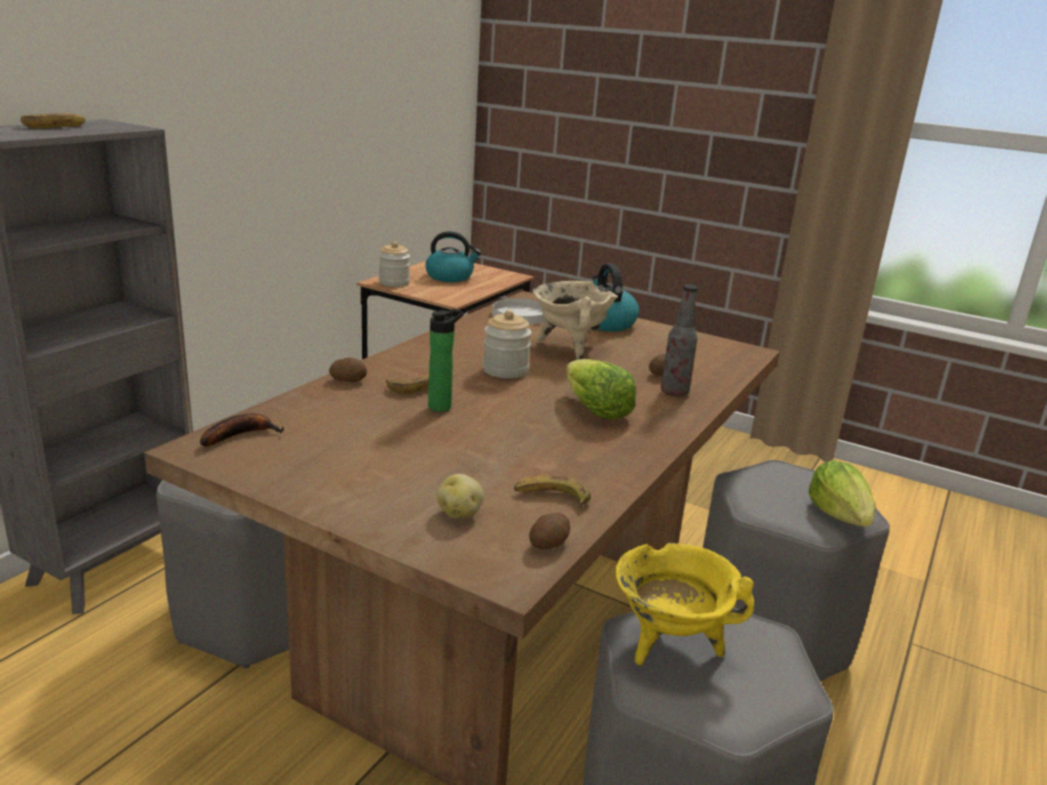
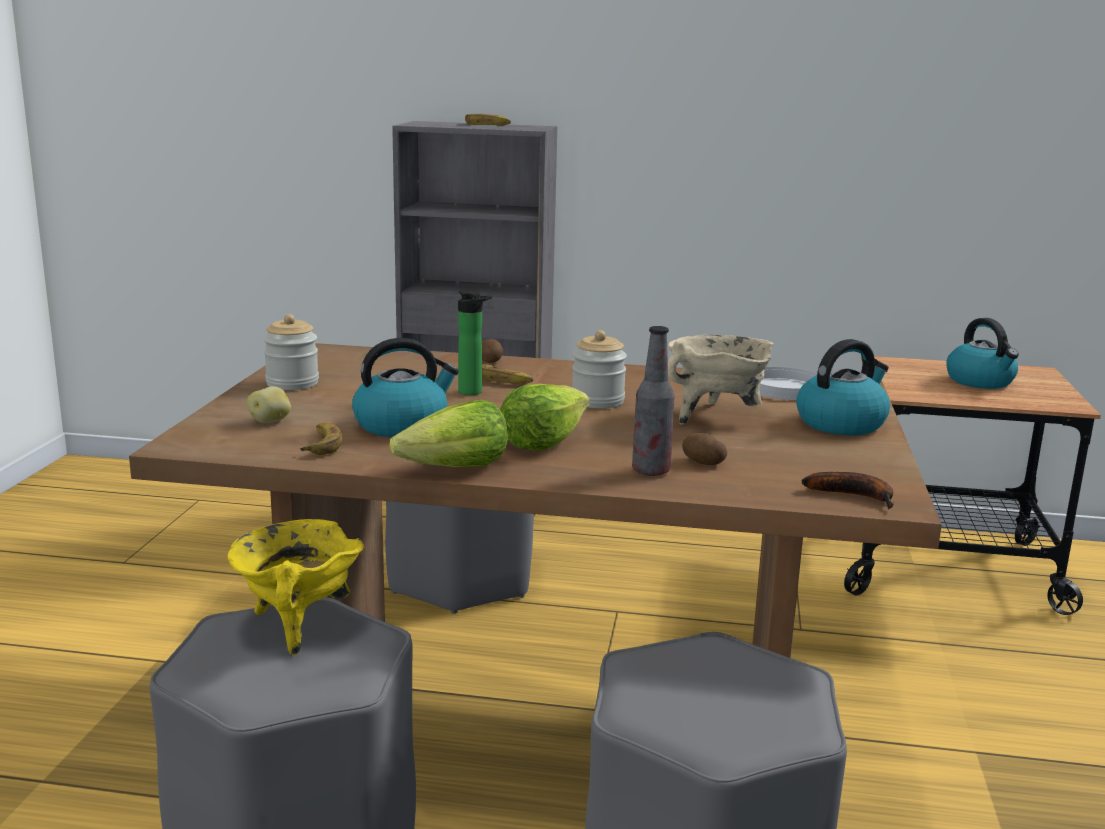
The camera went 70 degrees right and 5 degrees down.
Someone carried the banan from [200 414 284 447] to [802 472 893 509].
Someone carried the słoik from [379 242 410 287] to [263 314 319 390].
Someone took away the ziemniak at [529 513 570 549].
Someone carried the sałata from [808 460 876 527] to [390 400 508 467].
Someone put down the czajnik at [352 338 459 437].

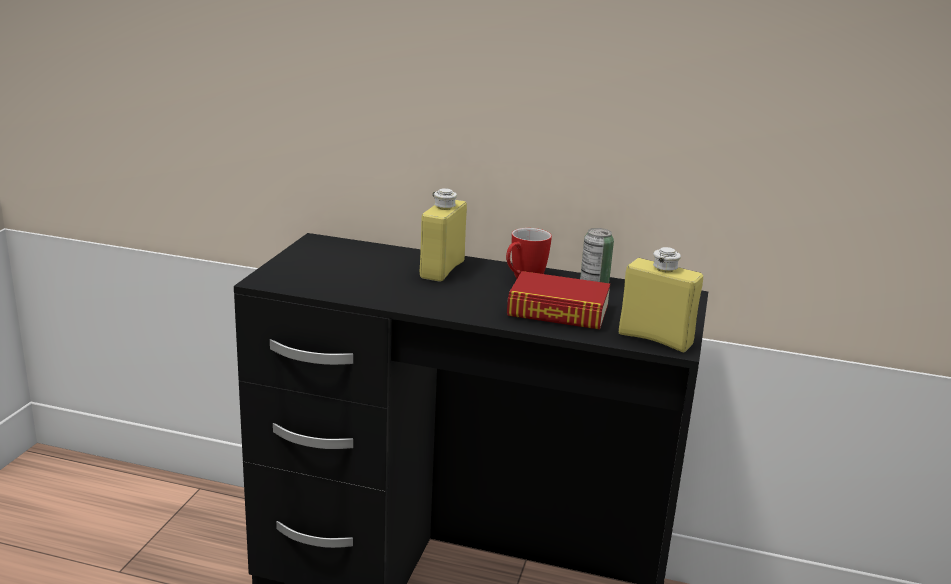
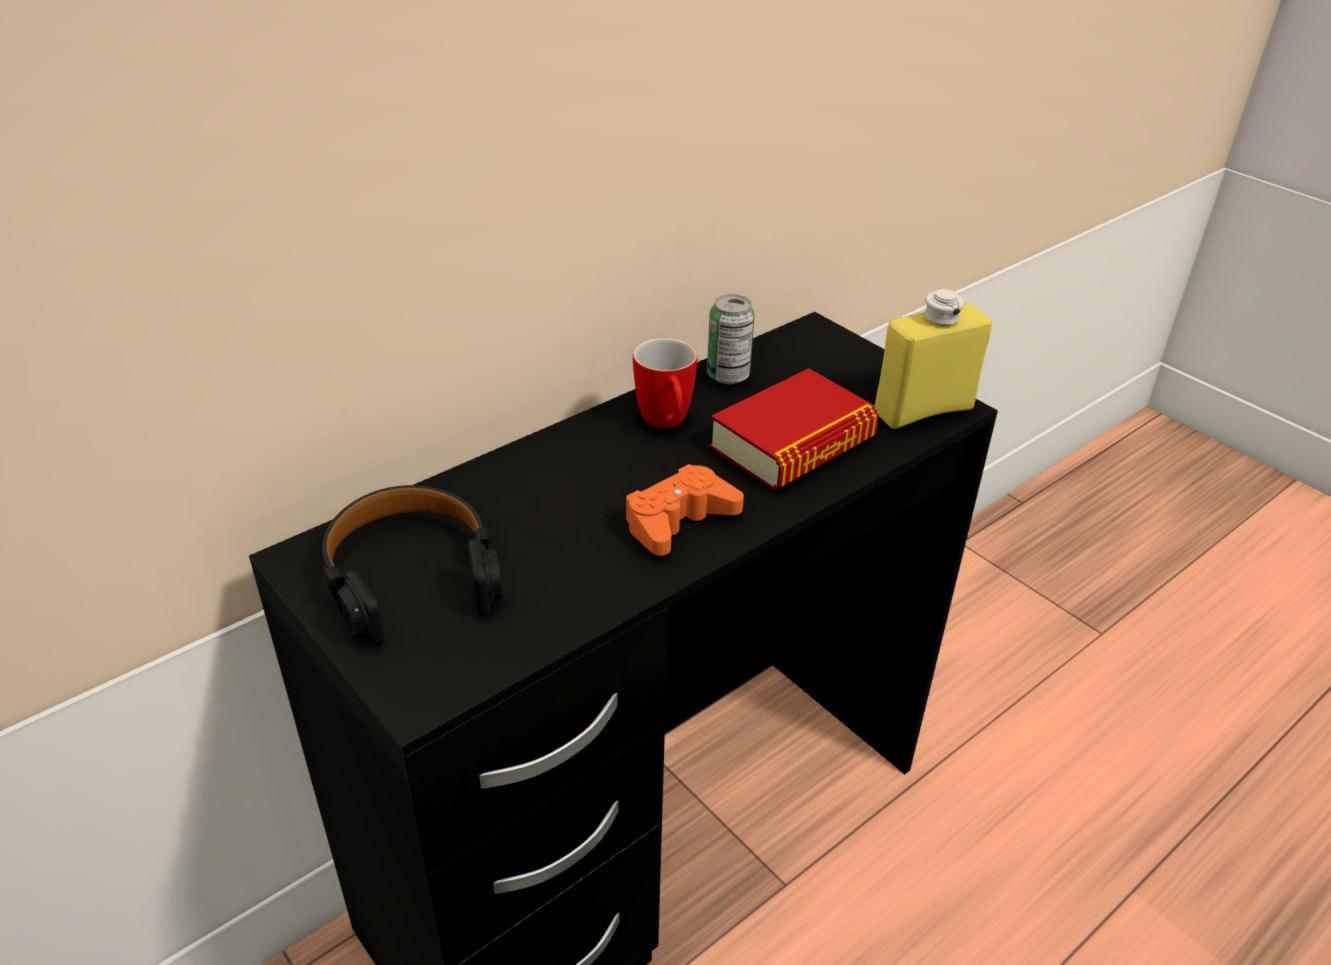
The camera went 55 degrees left and 15 degrees up.
Someone took away the butelka/żółty at [420 188 467 282].
Someone put down the słuchawki/czarny at [322 485 503 645].
Someone put down the pad do gier/pomarańczowy at [626 464 744 556].

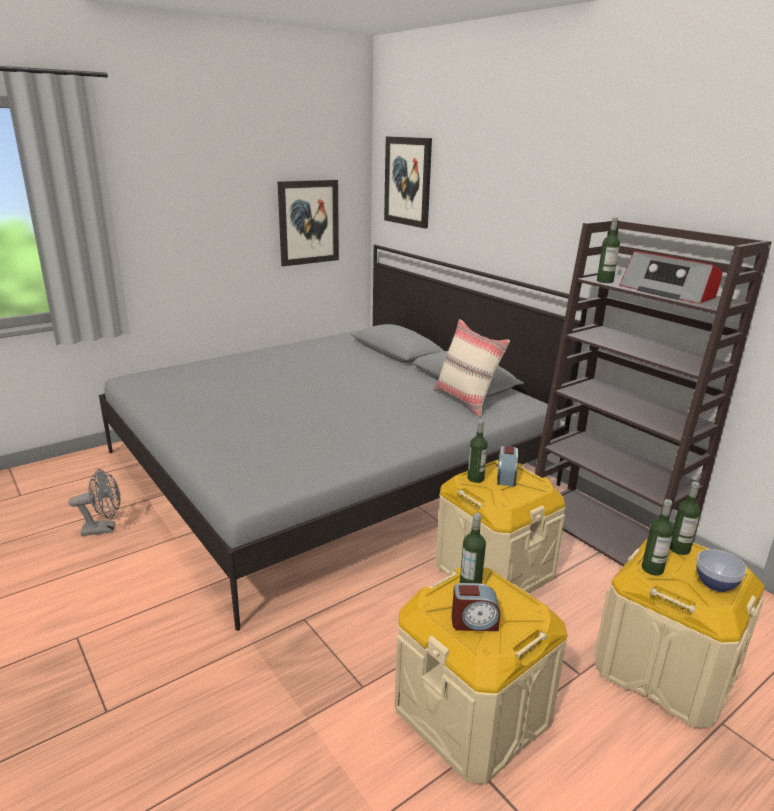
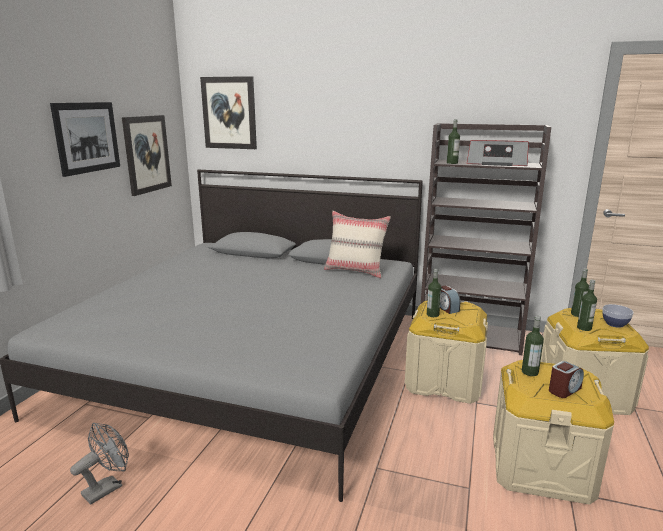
The camera went 35 degrees left and 5 degrees down.
Someone put up the obraz at [50 102 120 177].

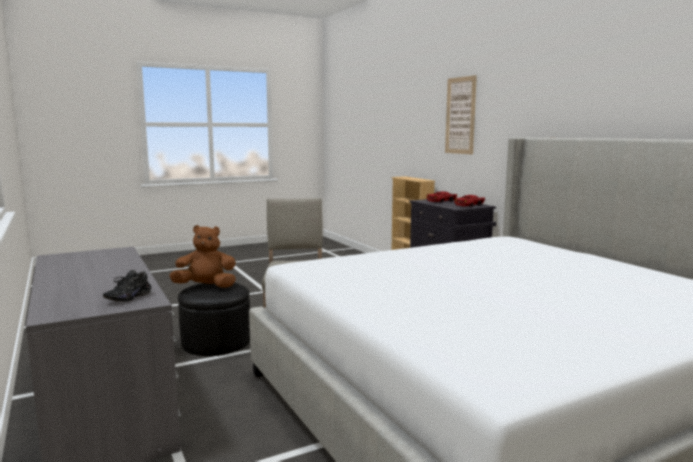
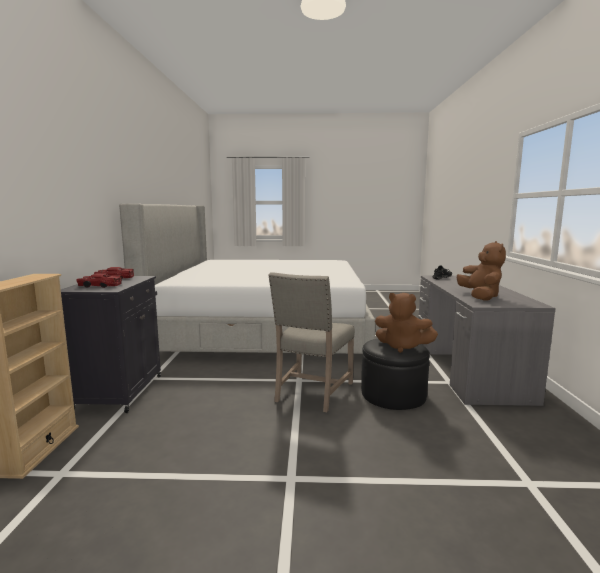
The camera went 150 degrees left and 0 degrees up.
Someone took away the obraz at [445 75 477 155].
Someone put down the pluszak/brązowy at [457 241 506 301].

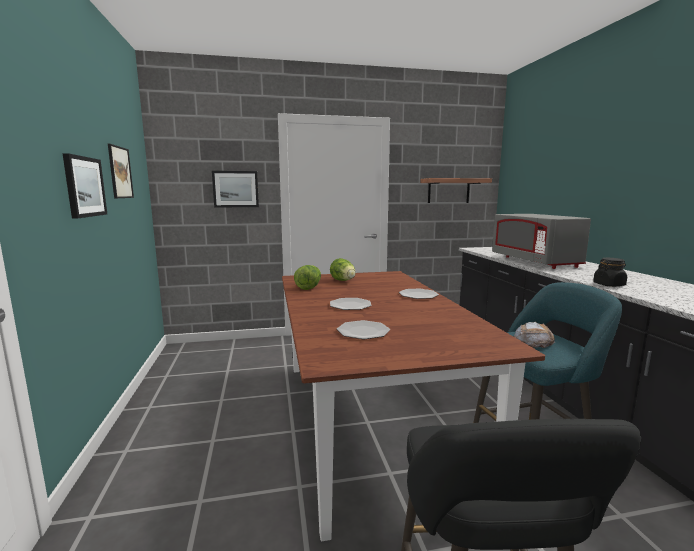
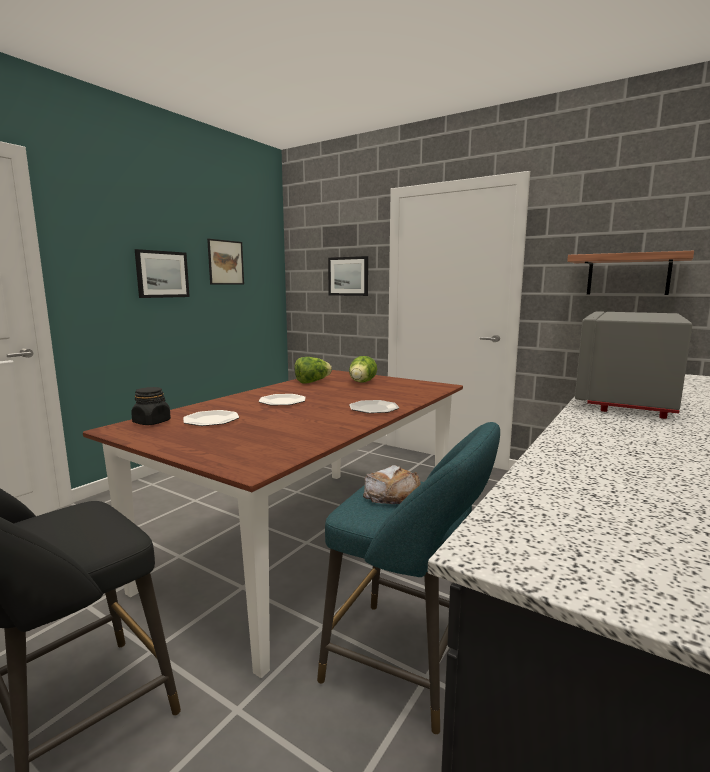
The camera went 45 degrees right and 0 degrees up.
Someone carried the słoik/czarny from [593 258 627 287] to [131 387 171 425].

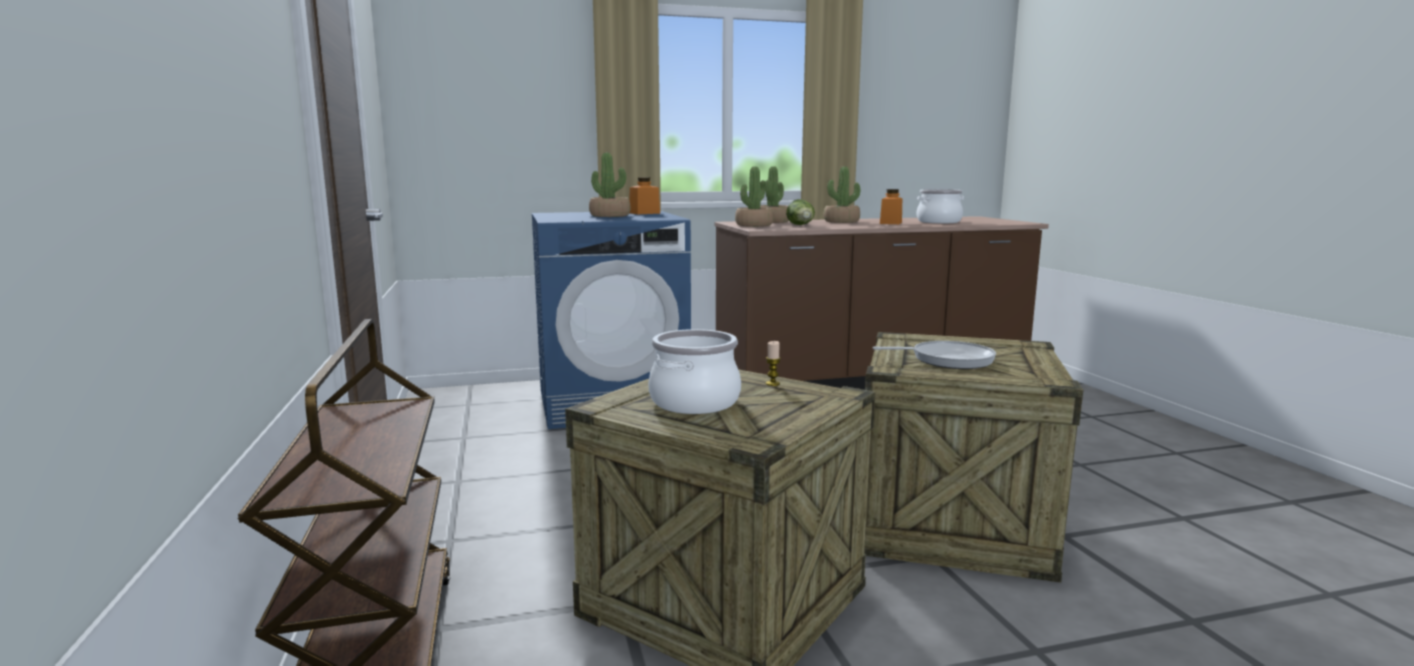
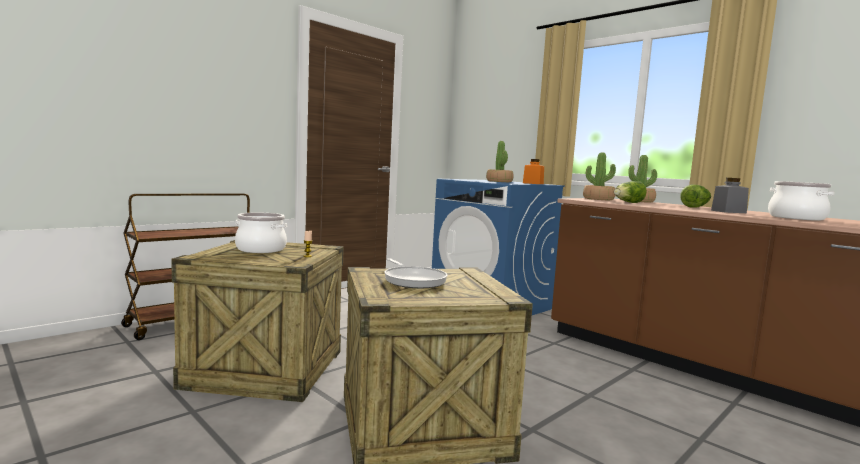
The camera went 60 degrees right and 5 degrees down.
Someone swapped the roślina doniczkowa at [823 166 861 223] for the sałata at [680 185 711 208].
Someone repainted the słoik/pomarańczowy at [880 189 902 224], which became the słoik/szary at [711 178 749 213].

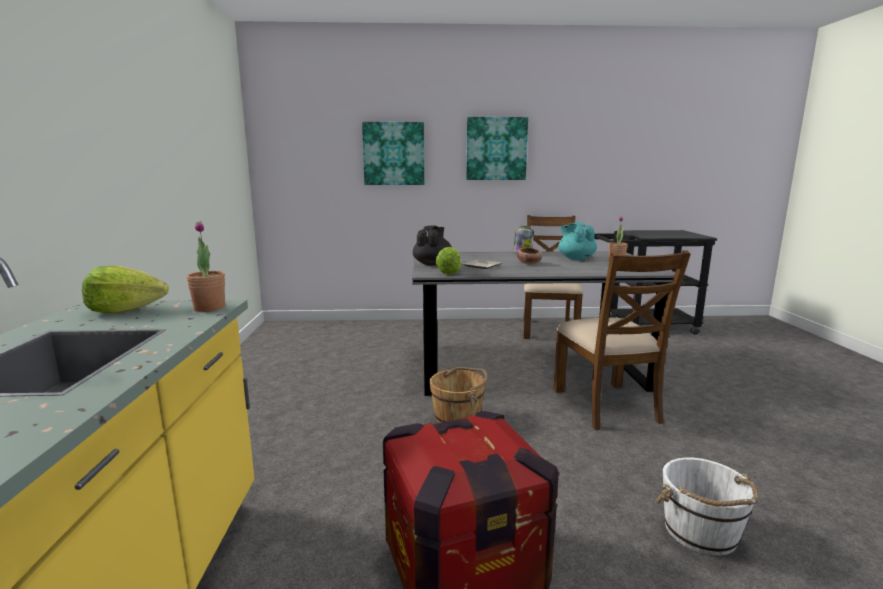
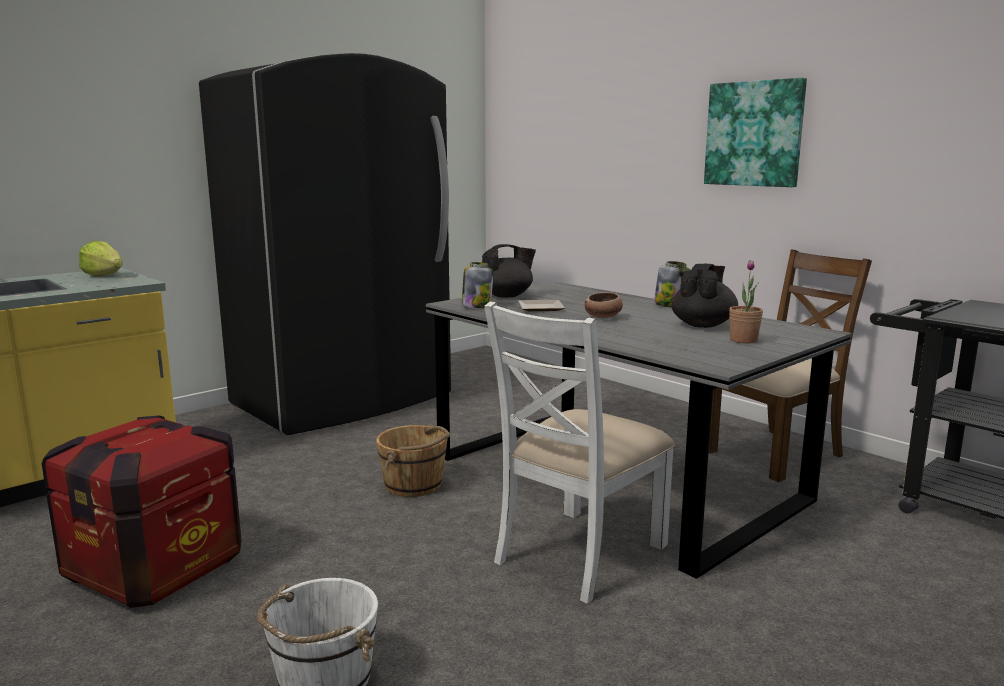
The camera went 50 degrees right and 0 degrees up.
Someone took away the roślina doniczkowa at [186 221 225 312].
Someone took away the obraz at [362 122 424 185].
Someone swapped the sałata at [435 247 461 274] for the słoik at [462 262 493 308].
Someone repainted the krzesło/brązowy at [554 251 691 430], which became the krzesło/biały at [484 301 675 604].
Someone repainted the imbryk/turkusowy at [558 222 597 260], which became the imbryk/czarny at [672 264 738 328].
Someone put down the lodówka/czarny at [199 53 451 435].

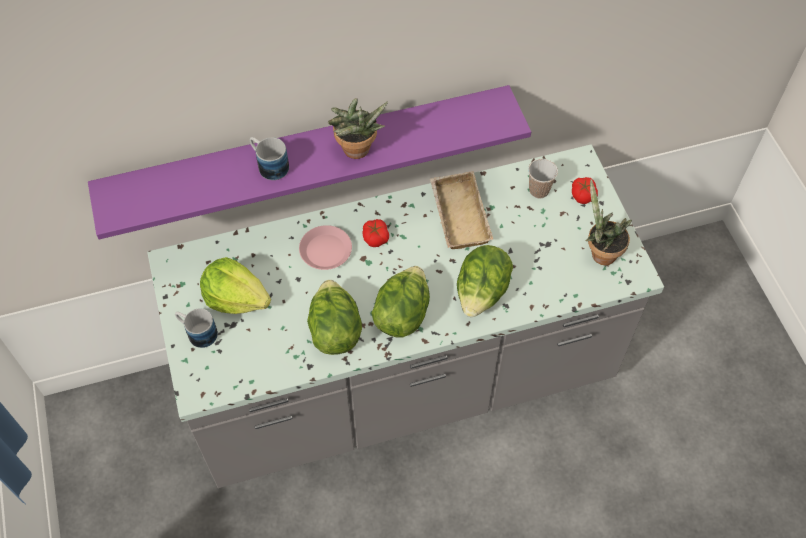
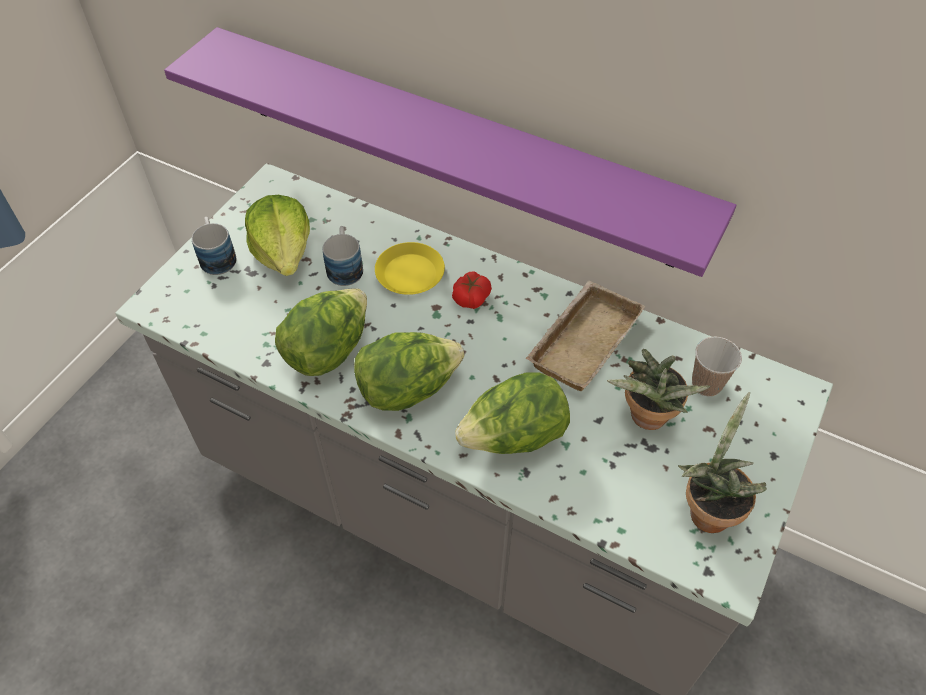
The camera went 45 degrees right and 5 degrees down.
Someone carried the kubek from [250 137 289 180] to [323 226 363 286].
Someone repainted the talerz/różowy at [299 225 352 270], which became the talerz/żółty at [375 242 445 295].
Someone carried the roślina doniczkowa from [328 98 388 159] to [607 349 711 430].
Someone took away the pomidor at [572 177 598 204].

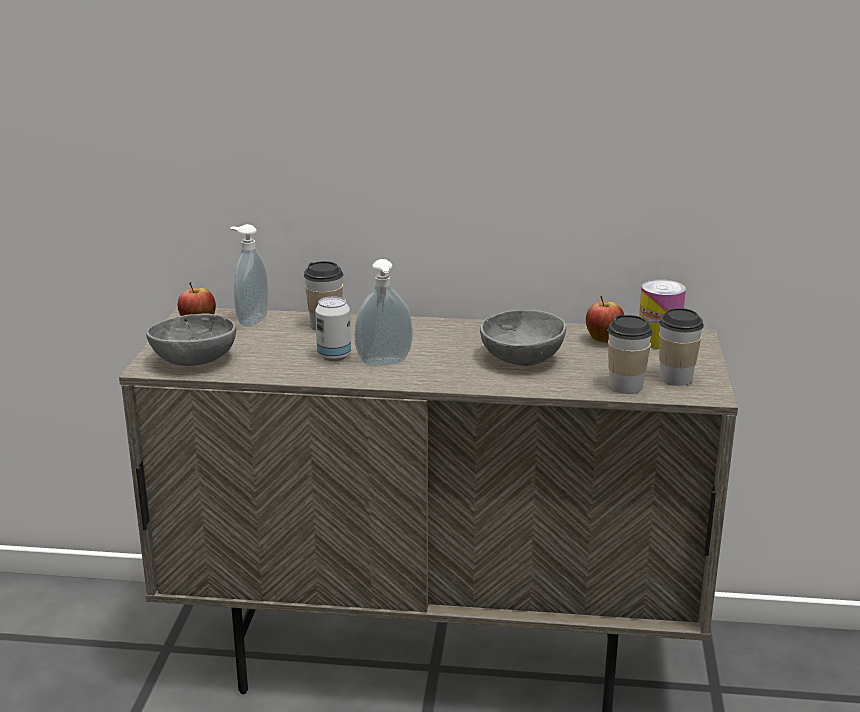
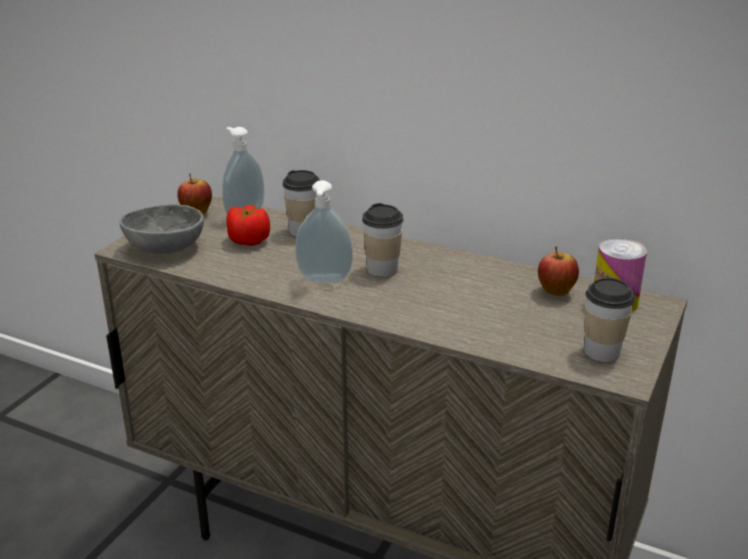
The camera went 20 degrees right and 5 degrees up.
Someone took away the puszka at [315 296 351 361].
Someone took away the miska/szary at [480 310 566 366].
Someone carried the filiżanka from [608 314 653 394] to [362 203 403 277].
Someone put down the pomidor at [226 205 270 246].

